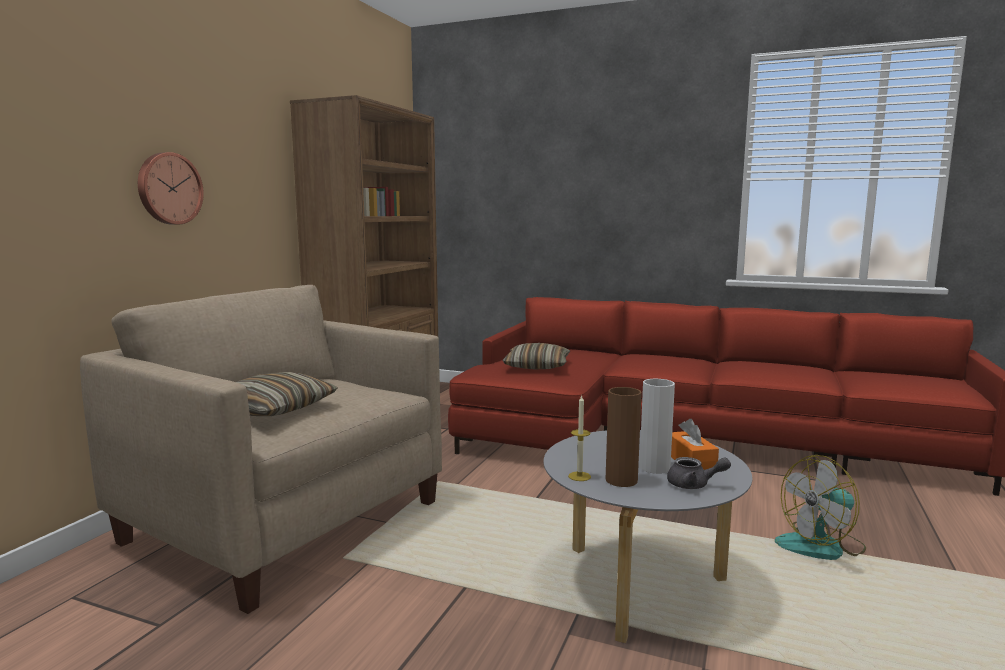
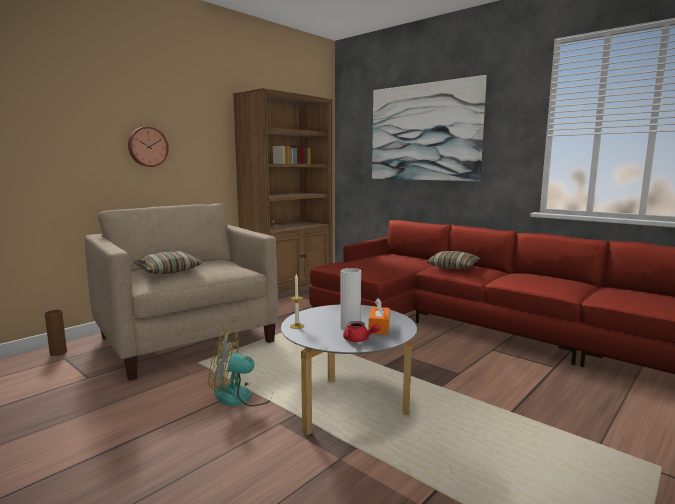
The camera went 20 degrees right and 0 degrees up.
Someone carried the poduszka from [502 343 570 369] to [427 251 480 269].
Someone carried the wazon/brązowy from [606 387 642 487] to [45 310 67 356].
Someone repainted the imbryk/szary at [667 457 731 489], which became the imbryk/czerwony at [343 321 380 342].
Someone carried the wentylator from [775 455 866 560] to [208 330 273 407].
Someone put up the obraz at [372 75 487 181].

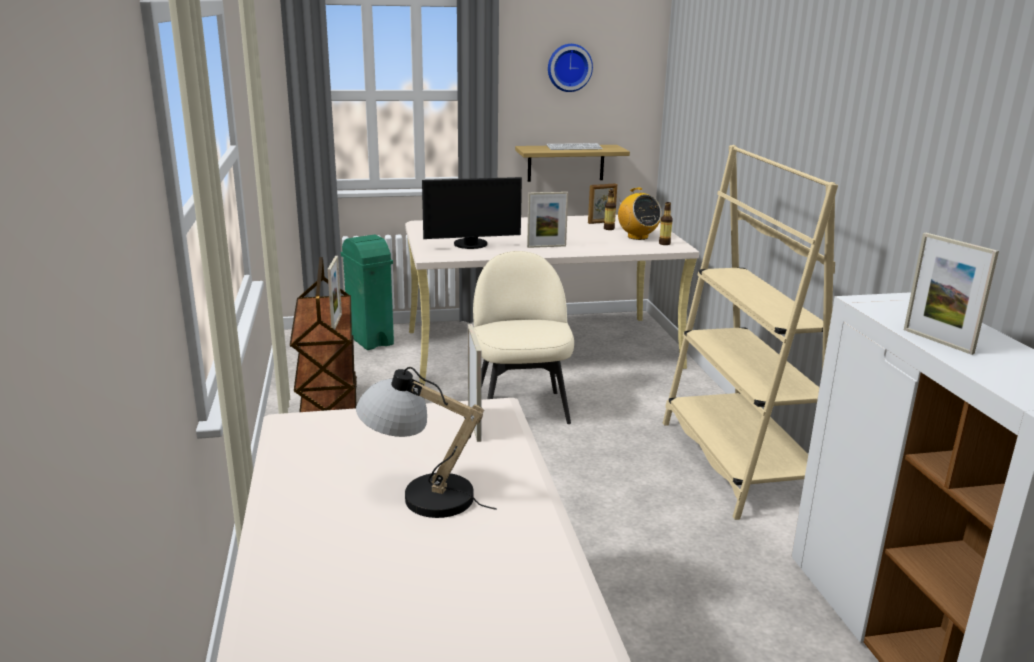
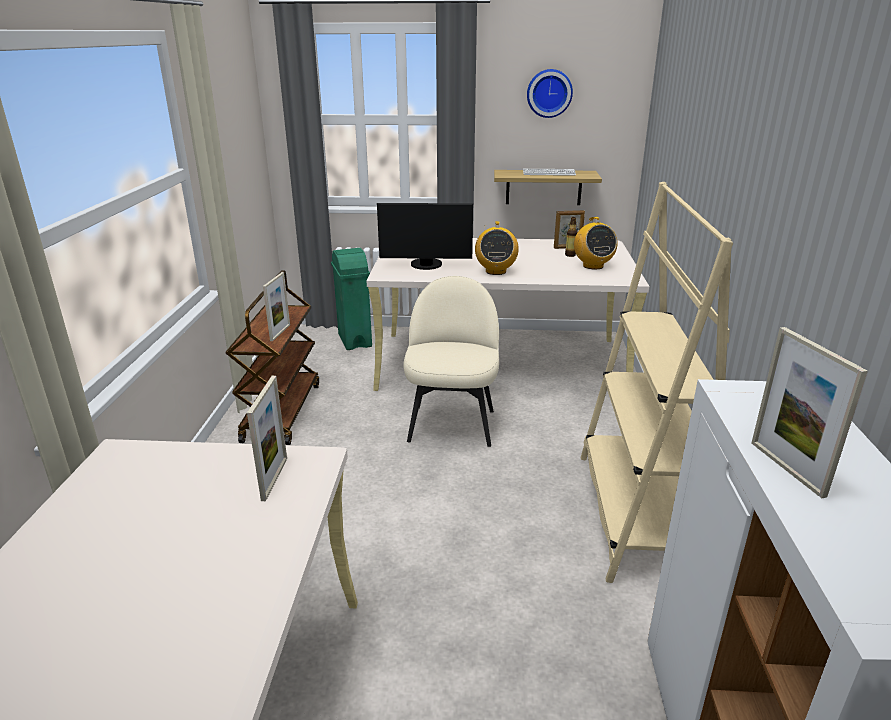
The camera went 15 degrees right and 5 degrees up.
Someone took away the lampa stołowa at [356 367 497 518].
Someone swapped the ramka na zdjęcie at [527 192 568 248] for the radio at [475 221 519 275].
Someone took away the butelka at [659 202 673 245].

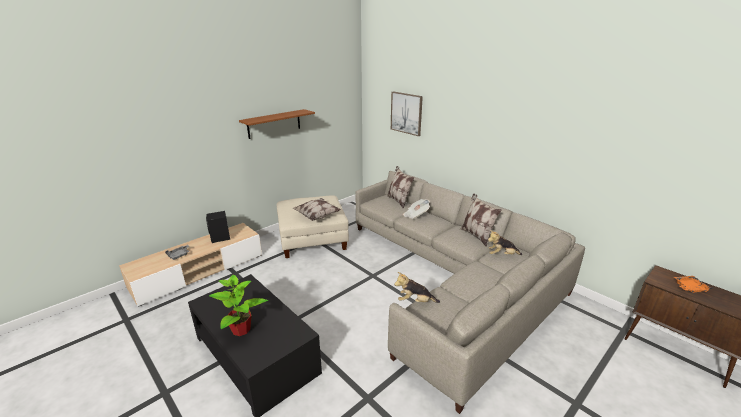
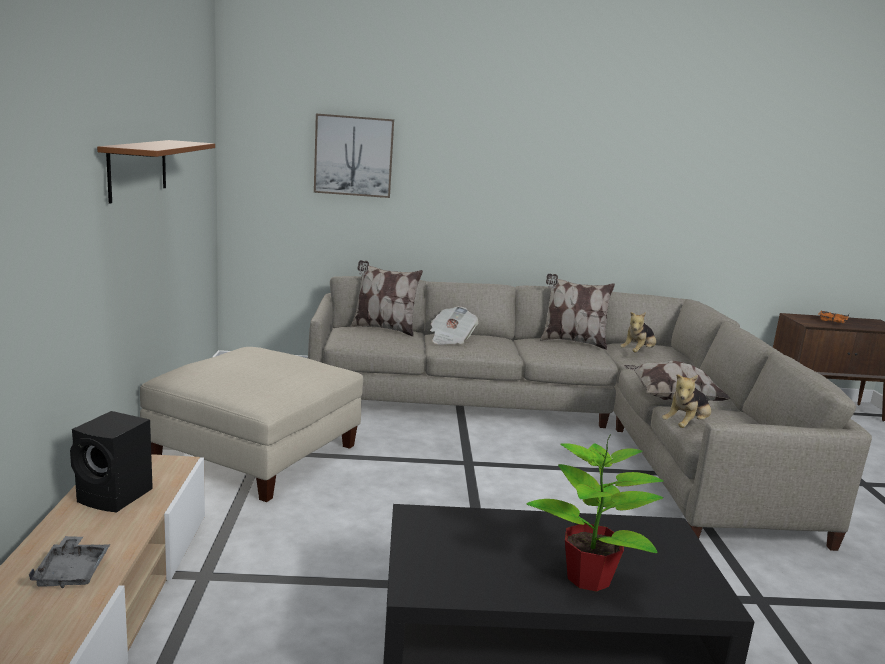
The camera went 50 degrees left and 10 degrees down.
Someone carried the poduszka from [292 198 341 221] to [624 361 731 401].

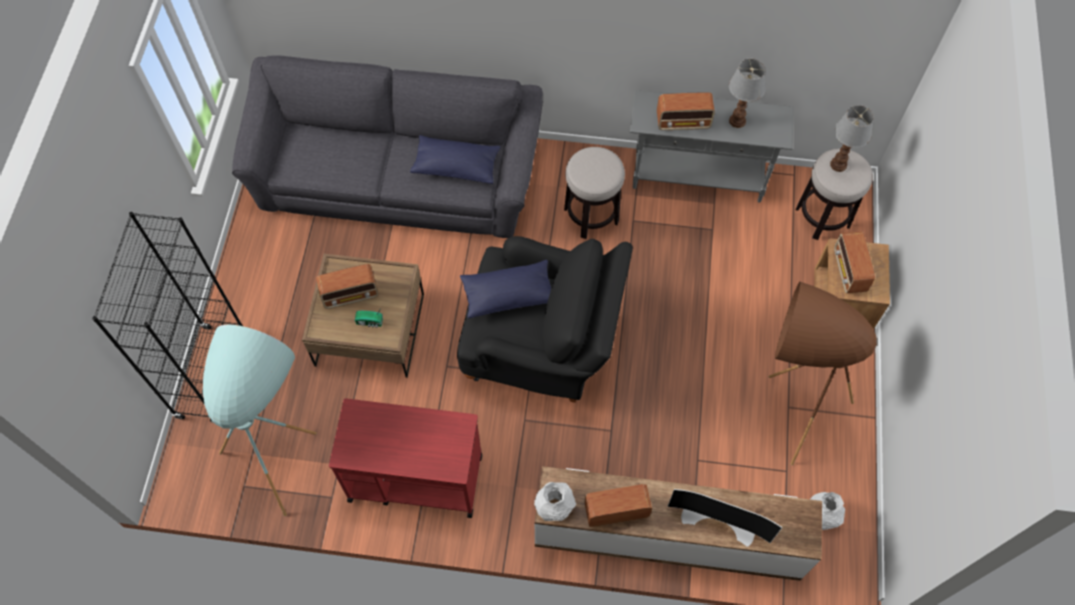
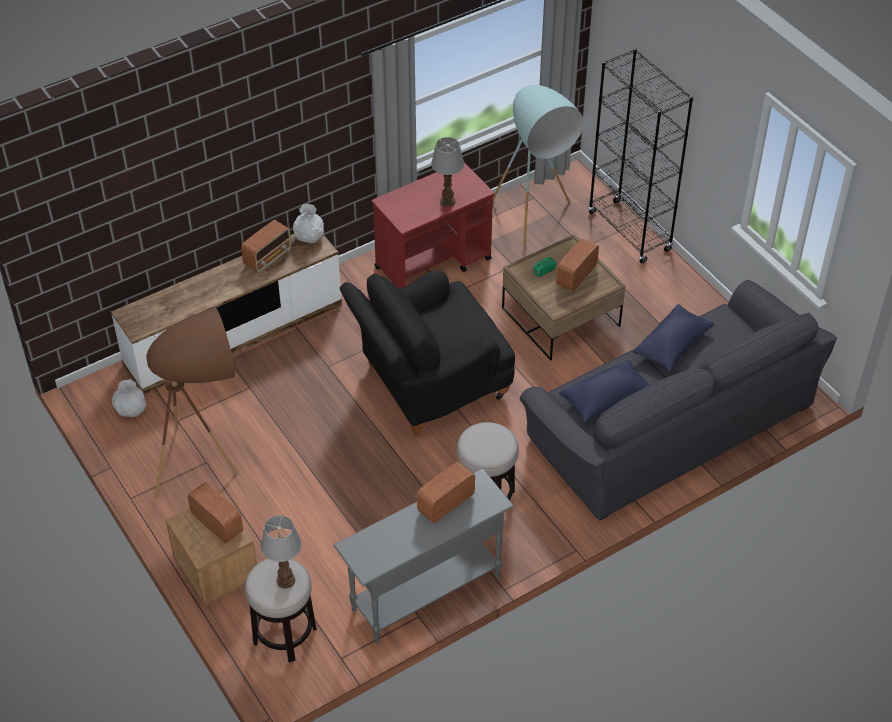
The camera went 140 degrees right and 15 degrees down.
Someone carried the poduszka/niebieski from [460 260 551 318] to [633 304 714 372].
Someone took away the telewizor at [667 489 782 547].
Someone carried the lampa stołowa from [729 58 766 128] to [431 137 464 207].

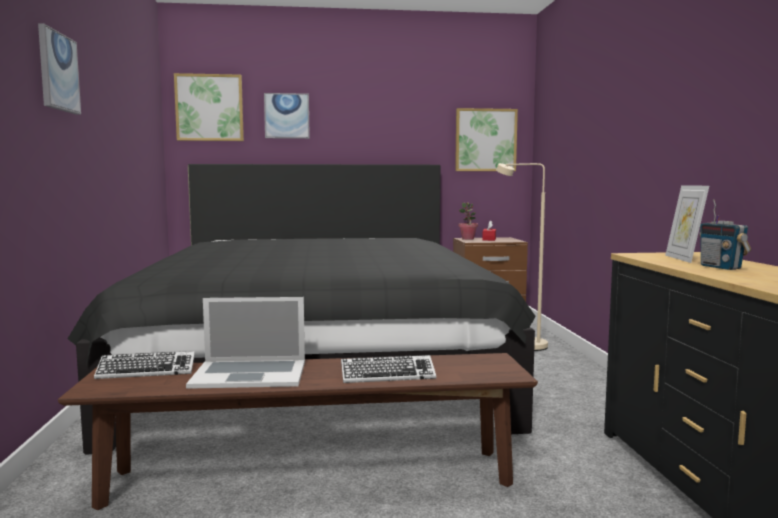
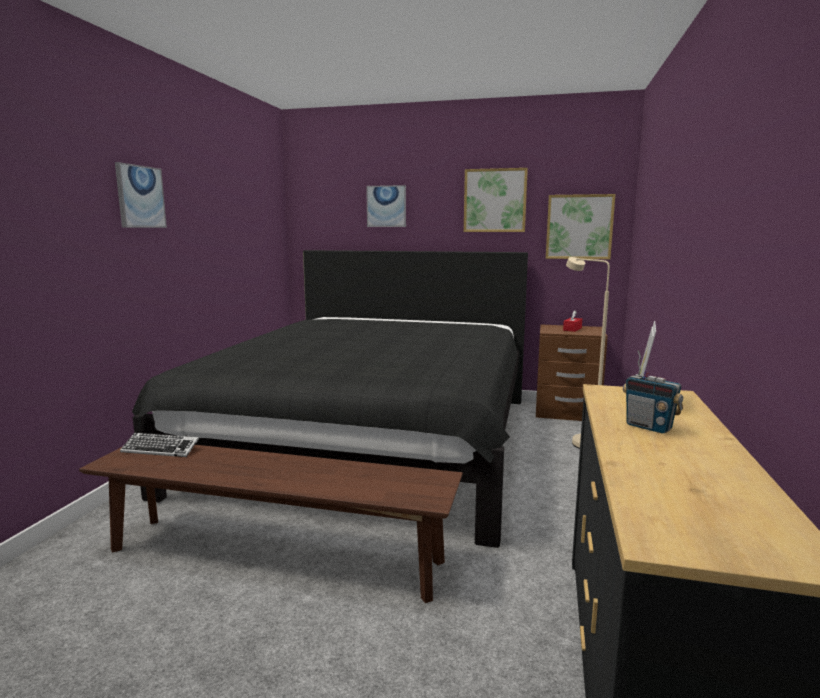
The camera went 20 degrees right and 5 degrees up.
Someone carried the obraz from [174 73 244 141] to [464 168 528 232].
Someone took away the laptop at [186 297 305 389].
Someone took away the klawiatura at [341 355 436 383].
Someone took away the roślina doniczkowa at [459 202 478 240].
Someone rotated the radio at [699 199 751 270] by 45 degrees counterclockwise.

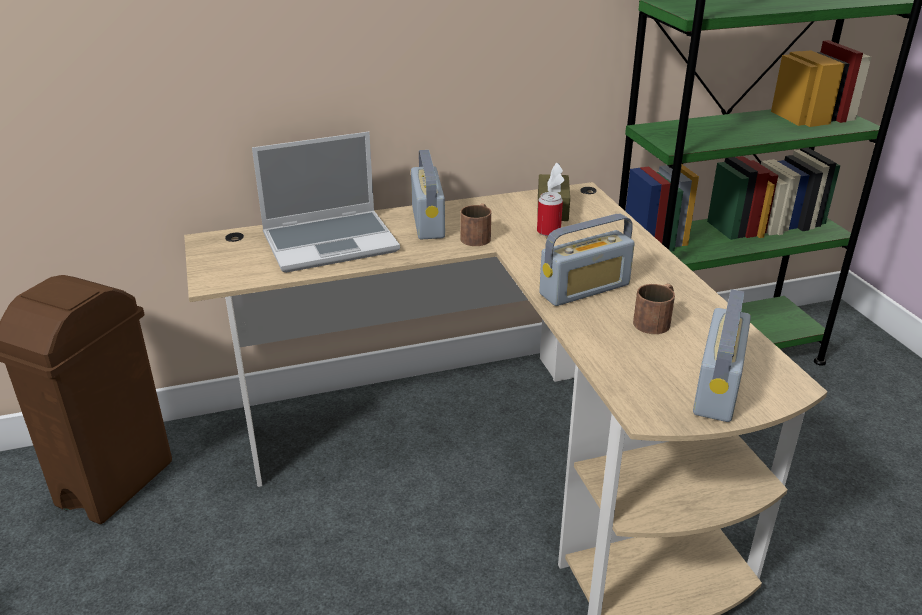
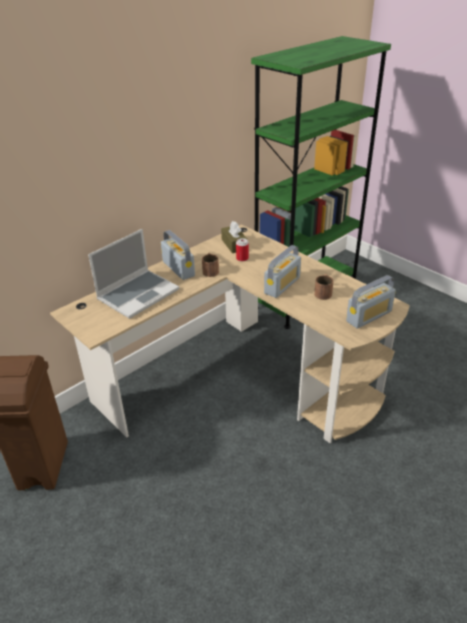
The camera went 25 degrees left and 5 degrees up.
Someone rotated the radio at [693 289 751 422] by 60 degrees clockwise.

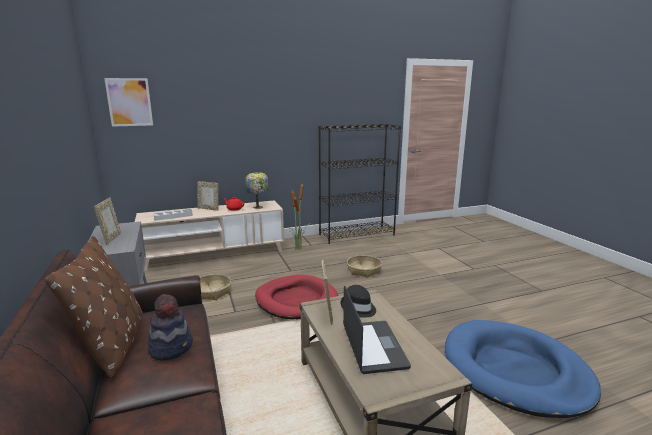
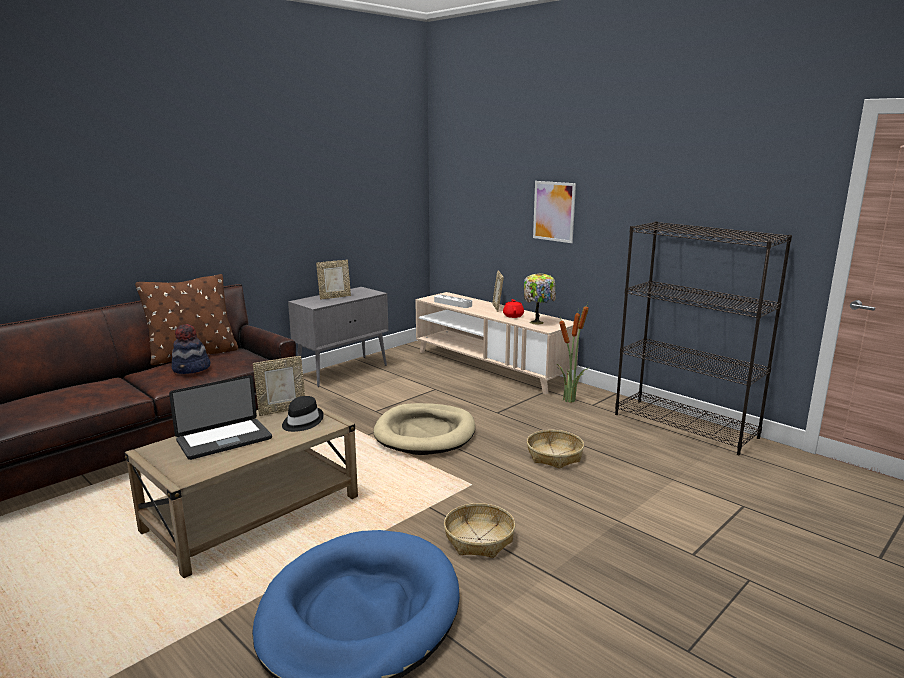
The camera went 65 degrees right and 0 degrees up.
Someone carried the obraz from [104 78 153 127] to [533 181 576 243].
Someone carried the koszyk from [200 274 231 300] to [444 503 515 558].
Someone repainted the legowisko/czerwony at [255 275 338 319], which became the legowisko/beżowy at [374 403 475 455].

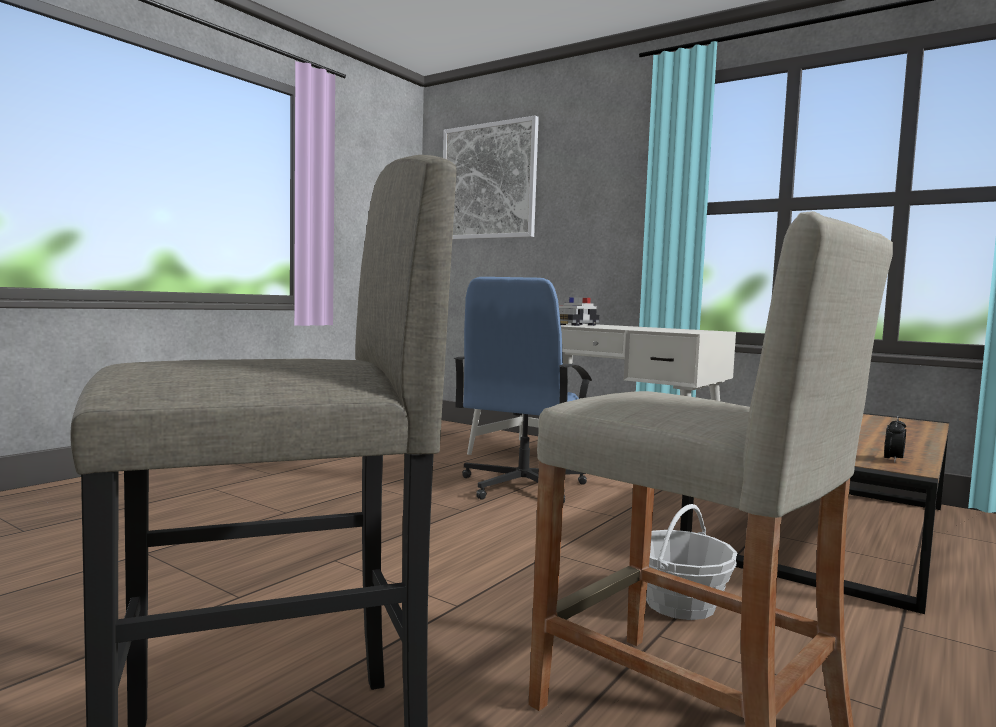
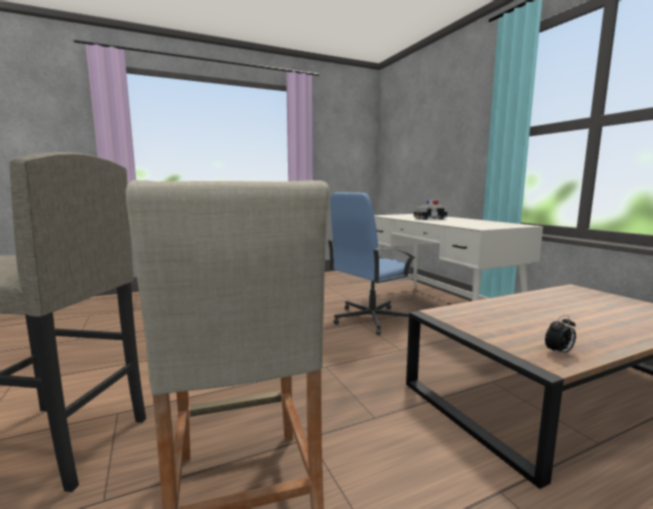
The camera went 30 degrees right and 5 degrees up.
Someone took away the obraz at [443 115 539 240].
Someone took away the koszyk at [646 504 737 620].

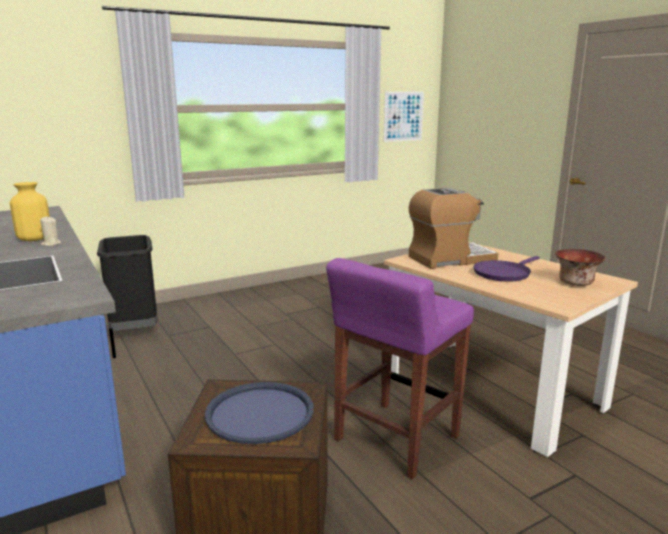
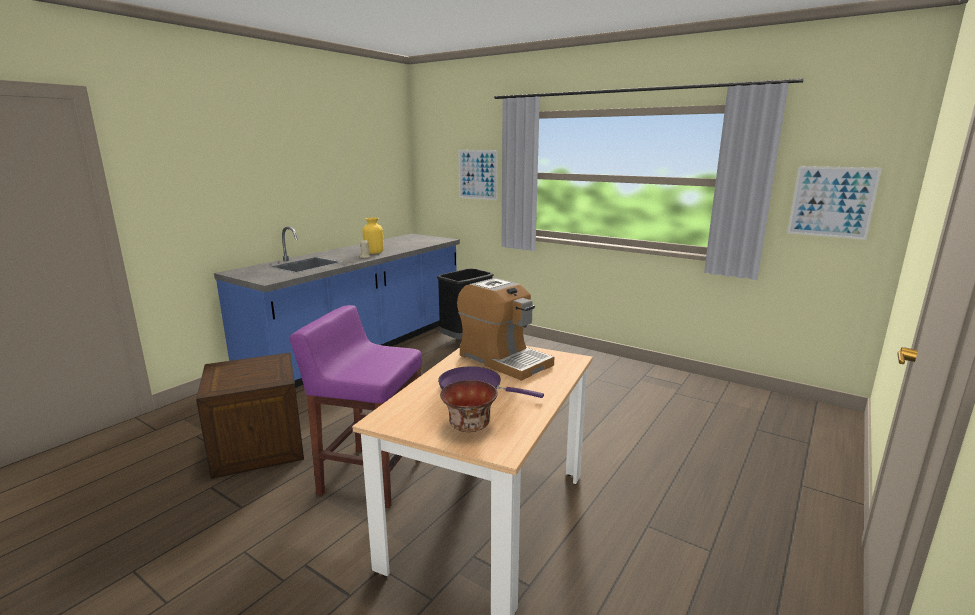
The camera went 65 degrees right and 0 degrees up.
Someone took away the taca/niebieski at [205 382 314 444].
Someone put up the obraz at [458 150 498 200].

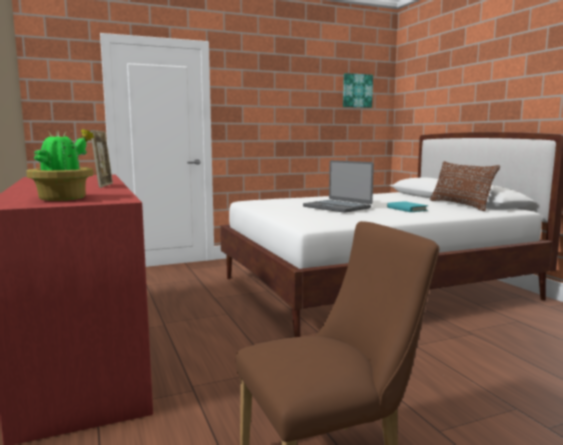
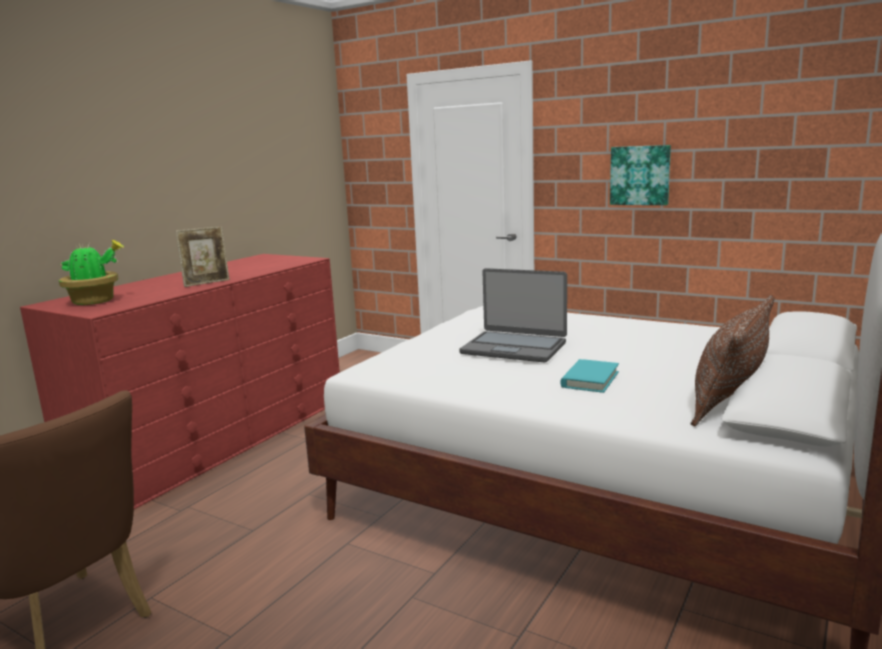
The camera went 55 degrees right and 5 degrees up.
Someone rotated the laptop at [303 160 374 213] by 75 degrees counterclockwise.
Someone carried the obraz from [343 73 373 108] to [610 145 671 205].

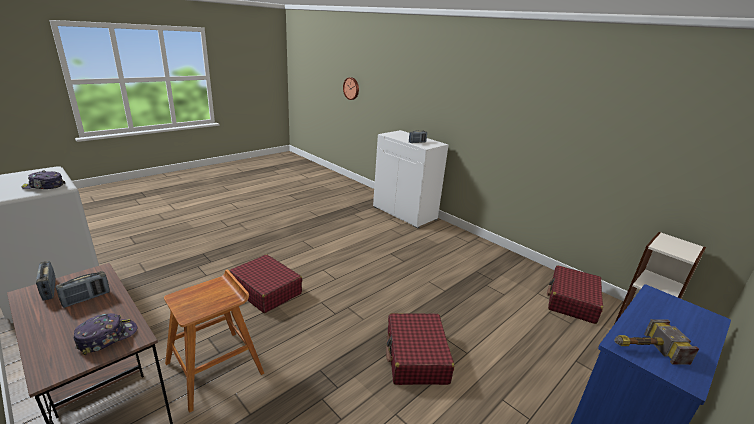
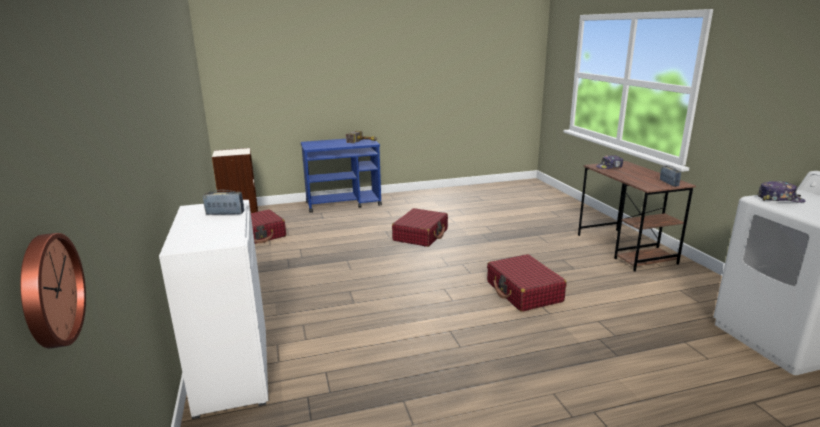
The camera went 150 degrees left and 5 degrees down.
Someone took away the radio at [56 271 110 308].
Someone took away the stołek/brązowy at [164 269 264 413].

